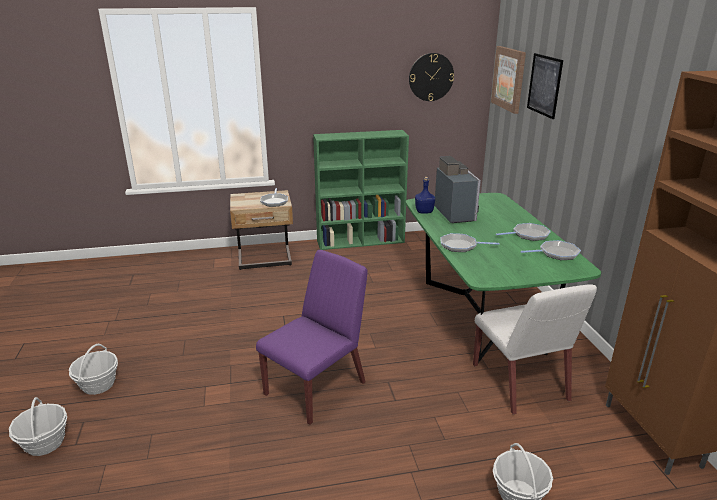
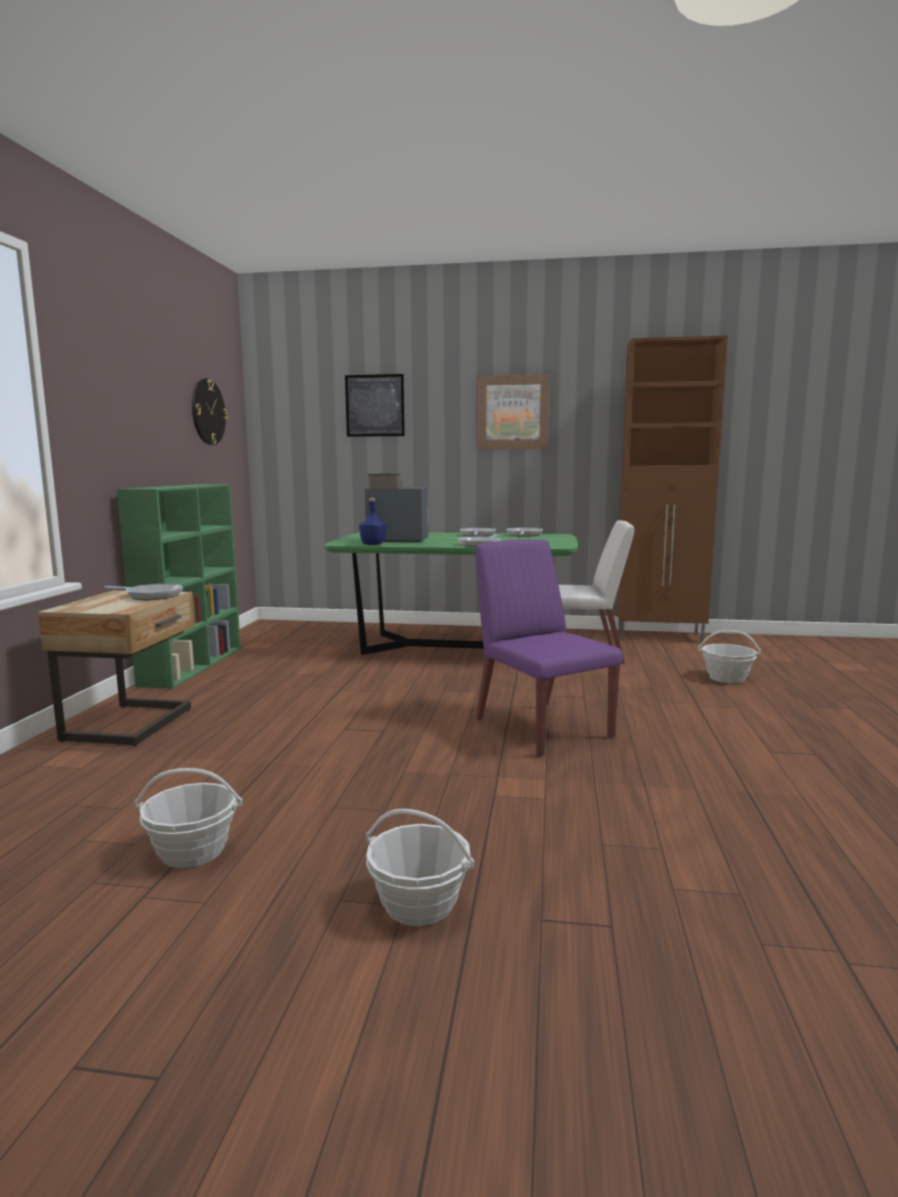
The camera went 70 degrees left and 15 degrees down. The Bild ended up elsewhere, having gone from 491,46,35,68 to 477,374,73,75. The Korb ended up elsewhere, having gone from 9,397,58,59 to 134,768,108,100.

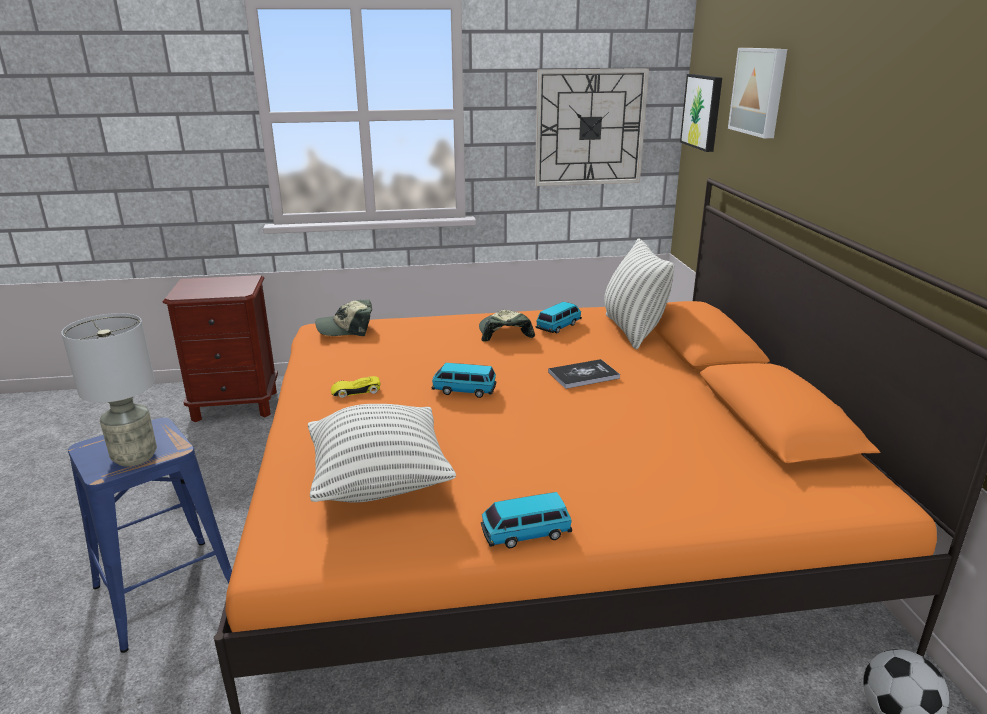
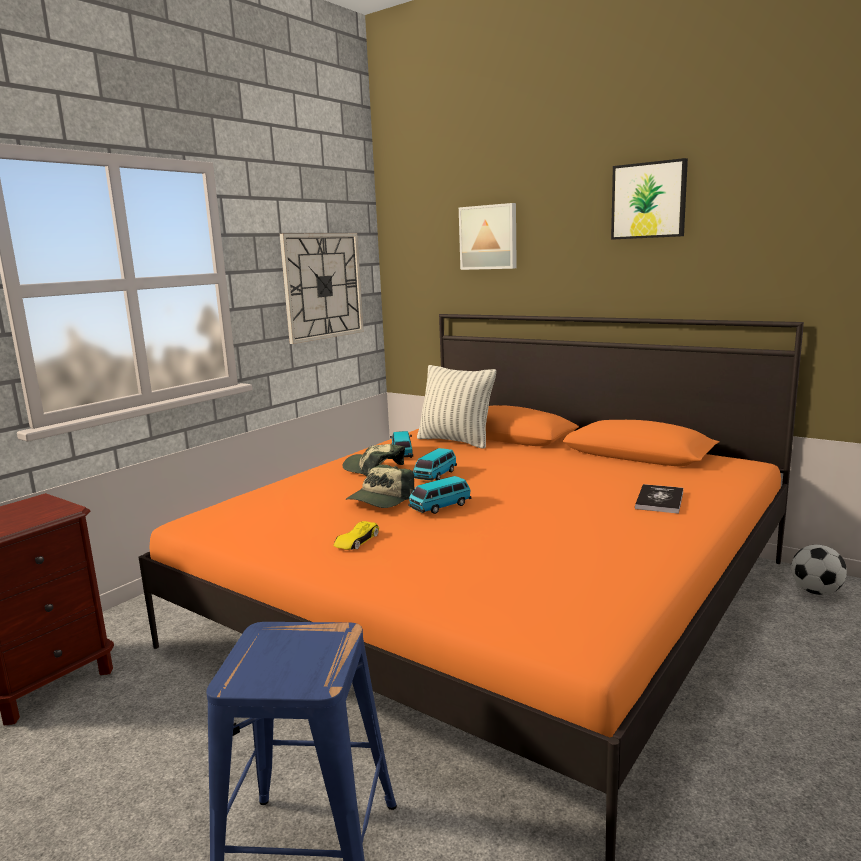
The camera went 45 degrees left and 10 degrees down. The Bild ended up elsewhere, having gone from 680,74,42,78 to 611,158,77,82. The Kappe ended up elsewhere, having gone from 315,300,57,36 to 346,464,68,44. The second view lost the Tischlampe (grau) at 61,313,96,154. The Buch ended up elsewhere, having gone from 548,359,72,30 to 635,484,48,30. The second view lost the Kissen at 308,404,148,98. The Spielzeugauto ended up elsewhere, having gone from 481,492,91,56 to 413,448,44,33.

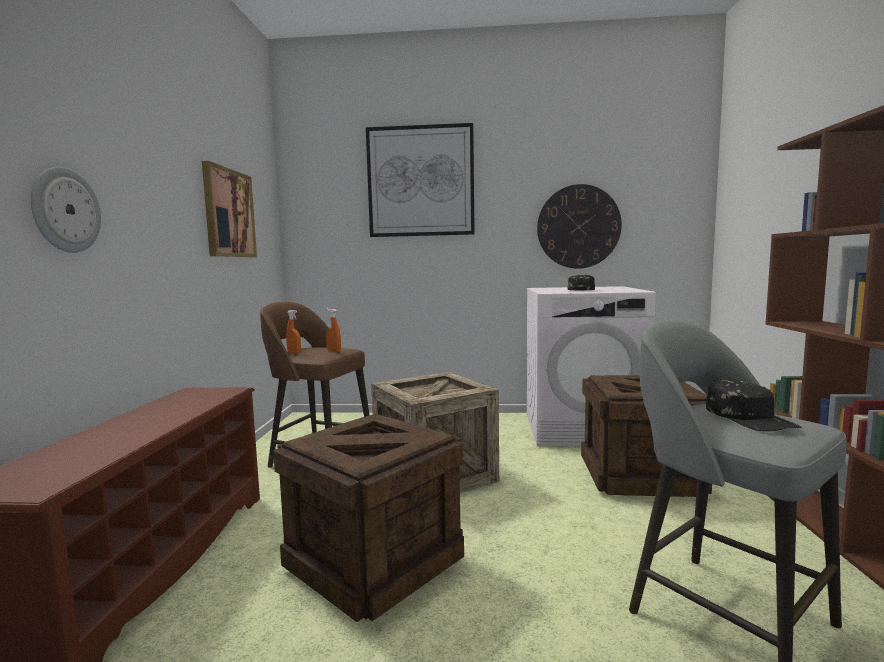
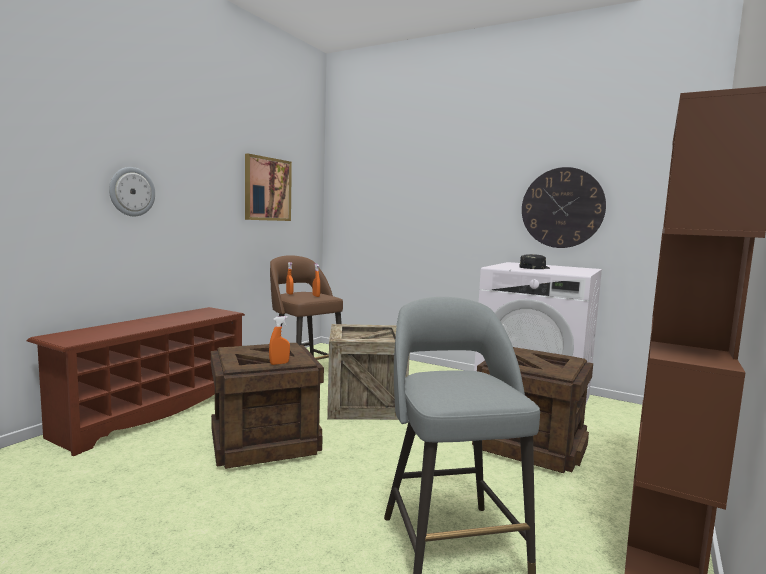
The camera went 25 degrees right and 0 degrees up. The second view lost the Bild at 366,123,109,114. The second view lost the Kappe (schwarz) at 706,379,96,52. The second view gained the Sprühflasche (orange) at 269,316,21,49.

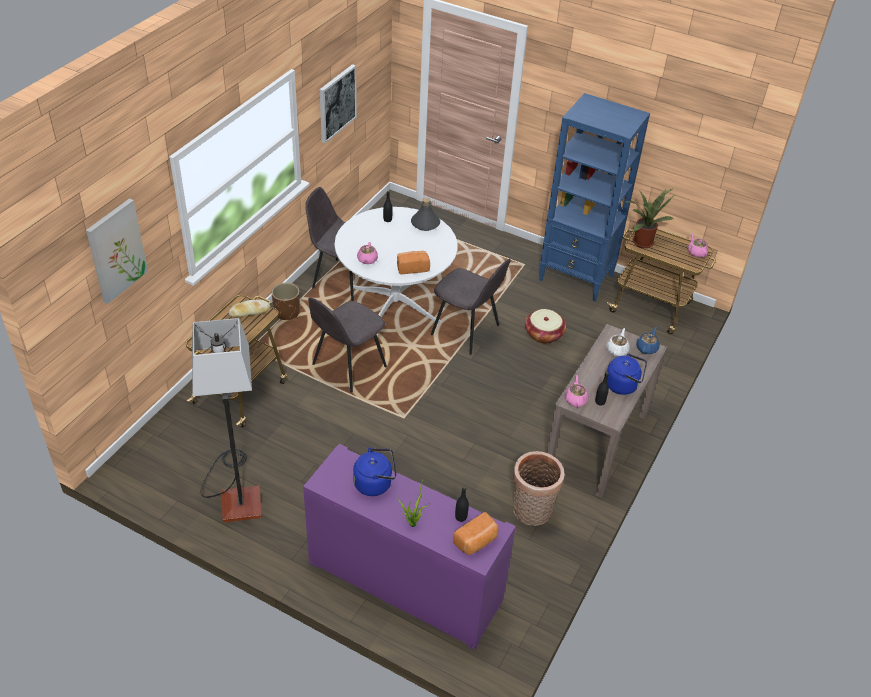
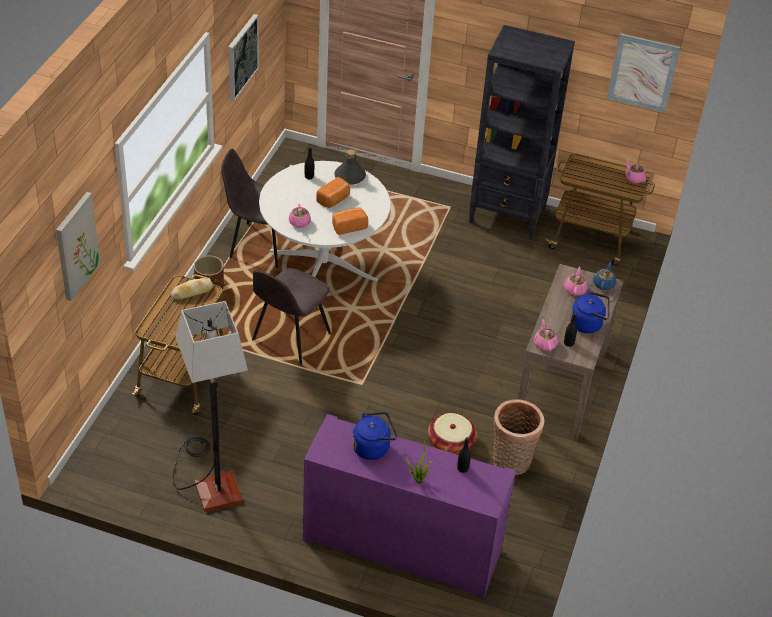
The camera went 10 degrees left and 0 degrees up. What was the Bücherregal (blau) at 539,93,111,209 turned into the Bücherregal (schwarz) at 469,25,106,214. The second view lost the Topfpflanze at 625,189,50,59. The second view lost the Stuhl (grau) at 431,259,79,96. The Korb ended up elsewhere, having gone from 525,309,41,35 to 428,413,49,42. What was the Teekanne (weiß) at 606,328,24,28 turned into the Teekanne (rosa) at 564,266,24,30. The Brot ended up elsewhere, having gone from 453,512,45,43 to 316,177,34,31. The second view gained the Bild at 607,33,73,80.

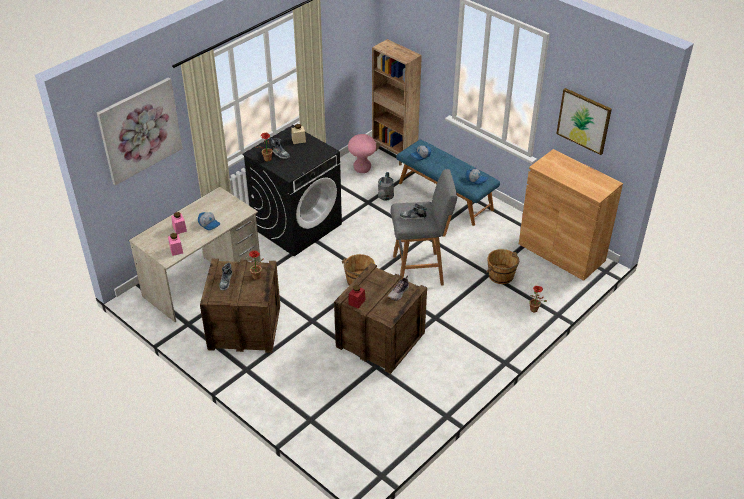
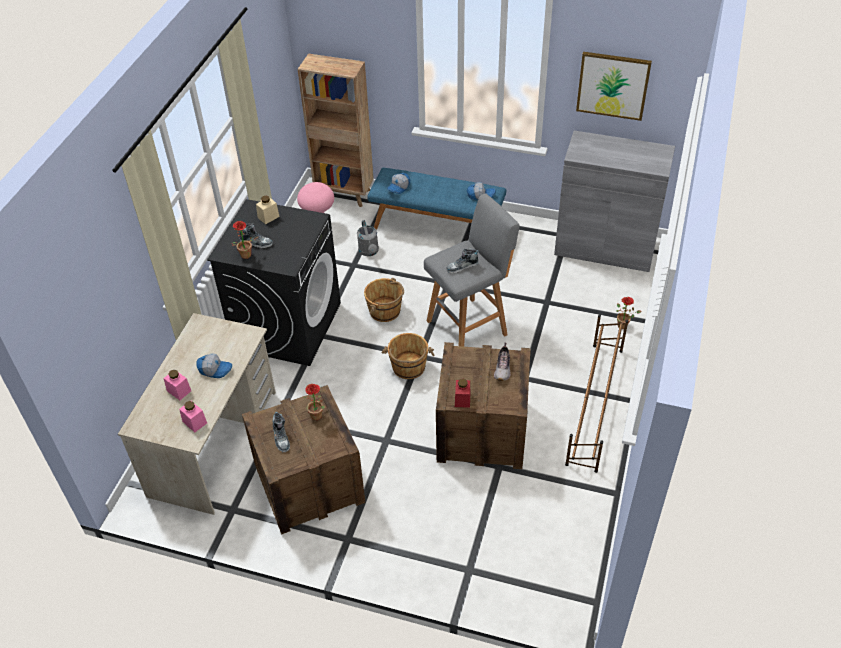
The camera went 25 degrees left and 5 degrees up. The second view lost the Bild at 97,77,85,108. What was the Schrank (braun) at 519,149,104,132 turned into the Schrank (grau) at 554,131,121,141. The Eimer (braun) ended up elsewhere, having gone from 486,249,33,35 to 364,278,40,44. The second view gained the Schuhregal (braun) at 565,314,63,159.

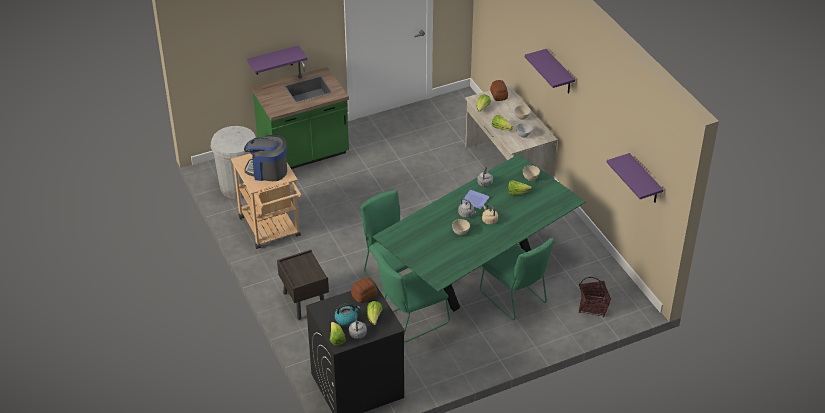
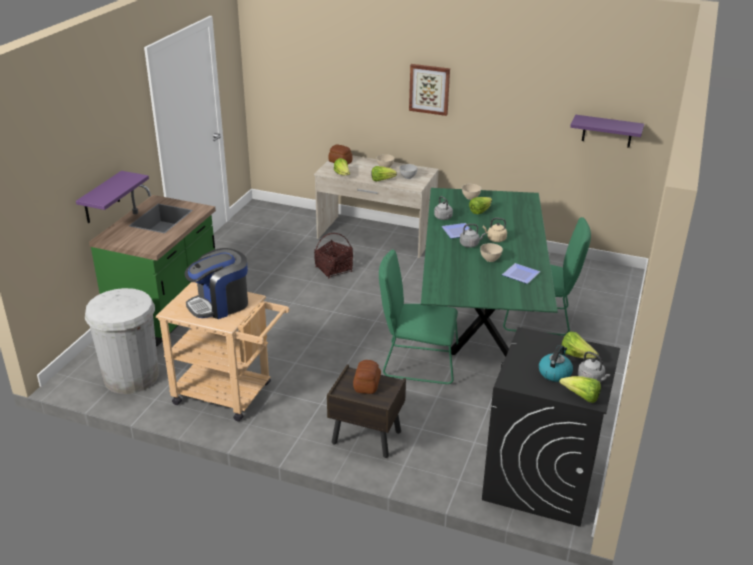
The camera went 45 degrees left and 10 degrees down. Where the Wandregal (lila) hung at 525,49,50,44, the Bild came to hang at 409,64,41,52. The second view lost the Stuhl (grün) at 377,252,73,91. The Korb ended up elsewhere, having gone from 579,277,32,40 to 314,233,39,45. The Brot ended up elsewhere, having gone from 351,278,26,25 to 353,360,28,34. The second view gained the Teller at 502,263,38,21.

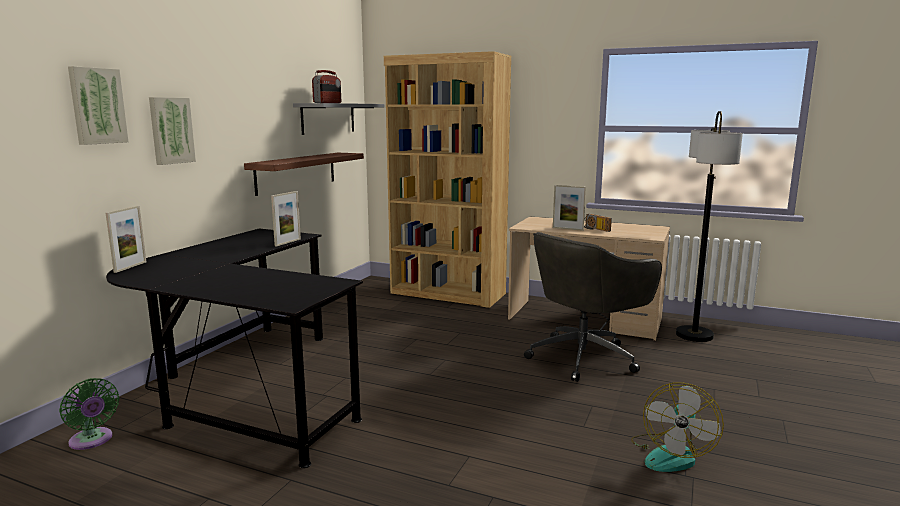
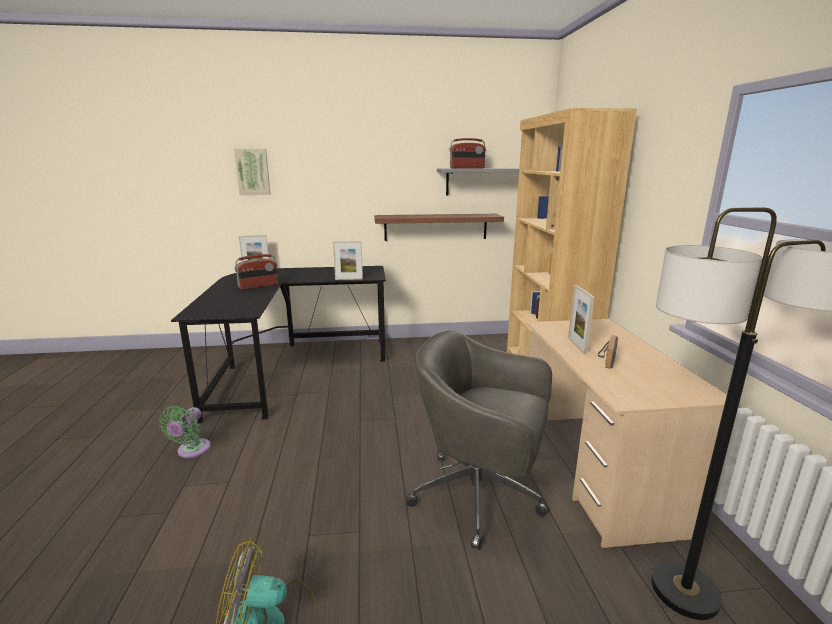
The camera went 60 degrees right and 5 degrees up. The second view lost the Bild at 149,97,47,68. The Ventilator (grün) ended up elsewhere, having gone from 59,378,60,72 to 159,406,52,52. The second view gained the Radio at 235,254,43,36.

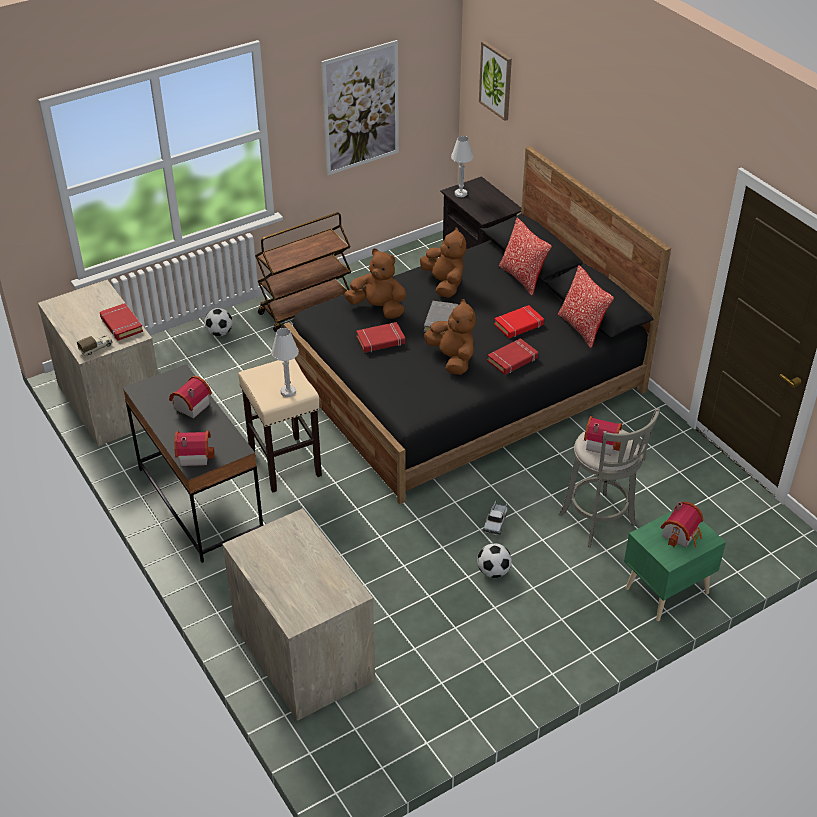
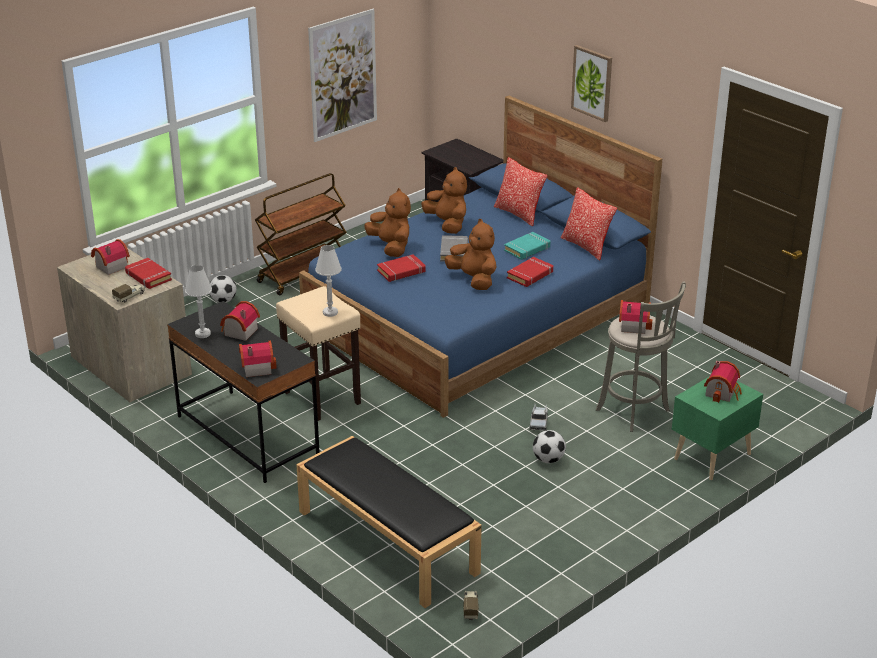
The camera went 10 degrees left and 10 degrees down. The Bild ended up elsewhere, having gone from 479,41,33,80 to 571,45,41,77. The Tischlampe (weiß) ended up elsewhere, having gone from 451,136,22,61 to 185,265,27,73. What was the Bett (schwarz) at 284,146,387,358 turned into the Bett (blau) at 299,96,363,322. The Plüschtier (braun) at 344,248,62,71 ended up facing another way, 45 degrees clockwise from before. What was the Buch (rot) at 494,305,50,33 turned into the Buch (türkis) at 504,232,46,28. Where the Kommode stood at 222,508,153,213, the Bank (schwarz) came to stand at 296,436,186,172. The second view gained the Spielzeughaus at 91,239,39,36. The second view gained the Spielzeuglaster at 463,591,16,29.

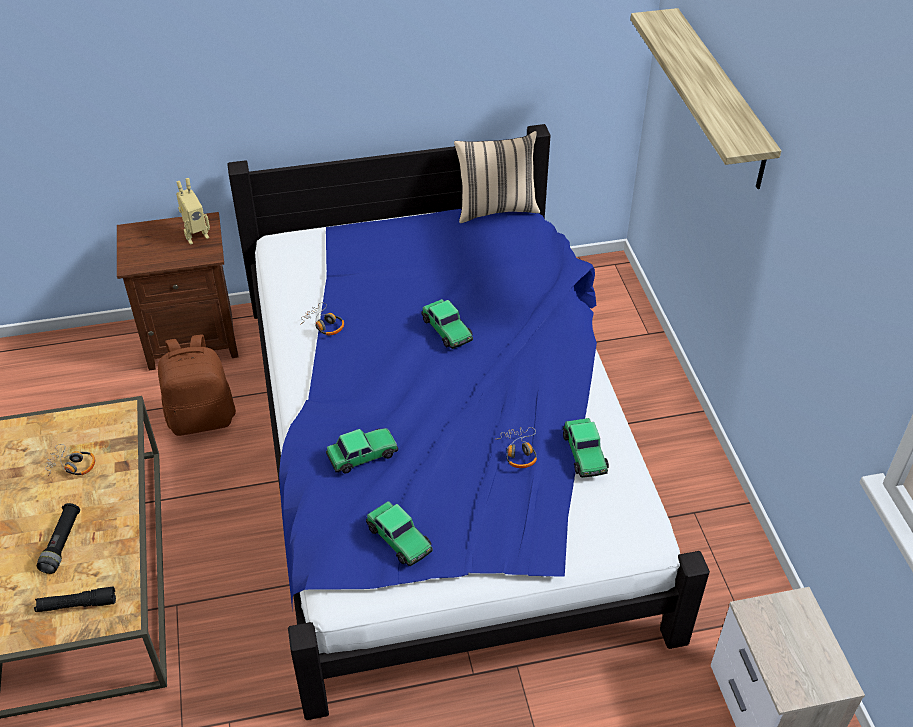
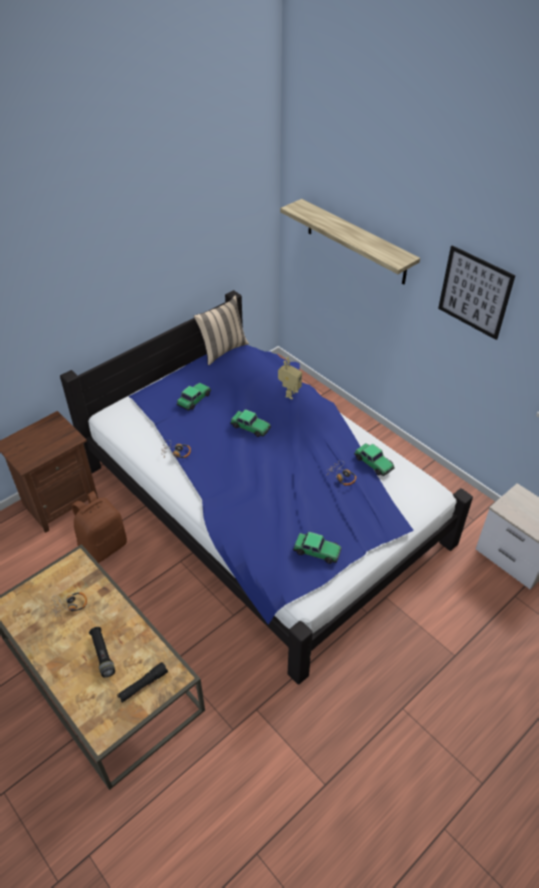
The camera went 30 degrees left and 0 degrees up. The Spielzeugroboter ended up elsewhere, having gone from 176,178,34,67 to 278,357,24,42. The Spielzeugauto ended up elsewhere, having gone from 326,428,72,45 to 177,383,34,28. The second view gained the Bild at 438,245,77,95.

